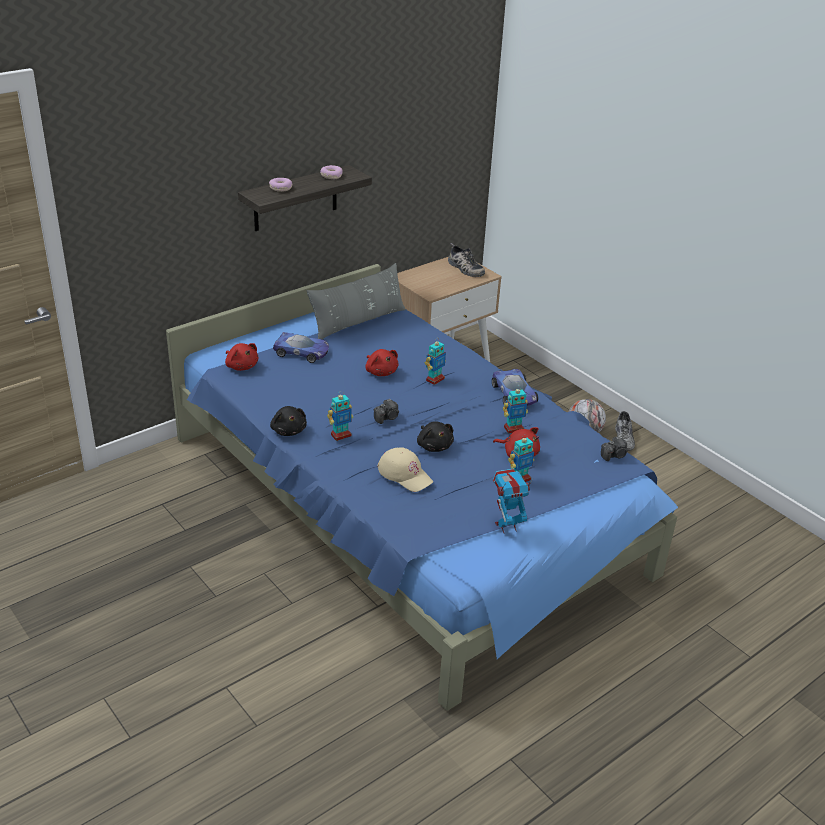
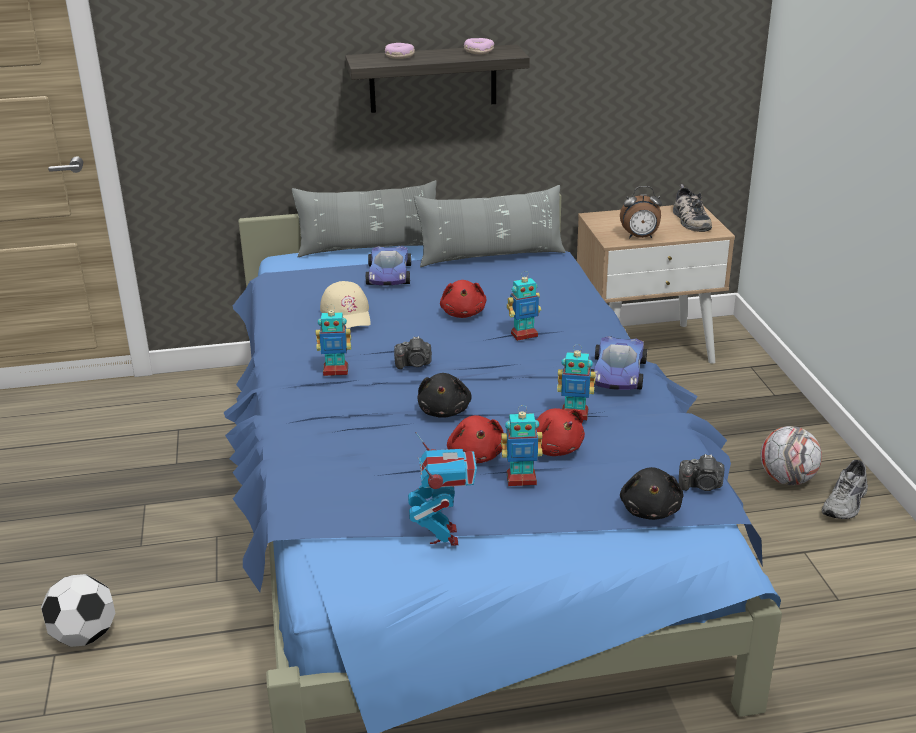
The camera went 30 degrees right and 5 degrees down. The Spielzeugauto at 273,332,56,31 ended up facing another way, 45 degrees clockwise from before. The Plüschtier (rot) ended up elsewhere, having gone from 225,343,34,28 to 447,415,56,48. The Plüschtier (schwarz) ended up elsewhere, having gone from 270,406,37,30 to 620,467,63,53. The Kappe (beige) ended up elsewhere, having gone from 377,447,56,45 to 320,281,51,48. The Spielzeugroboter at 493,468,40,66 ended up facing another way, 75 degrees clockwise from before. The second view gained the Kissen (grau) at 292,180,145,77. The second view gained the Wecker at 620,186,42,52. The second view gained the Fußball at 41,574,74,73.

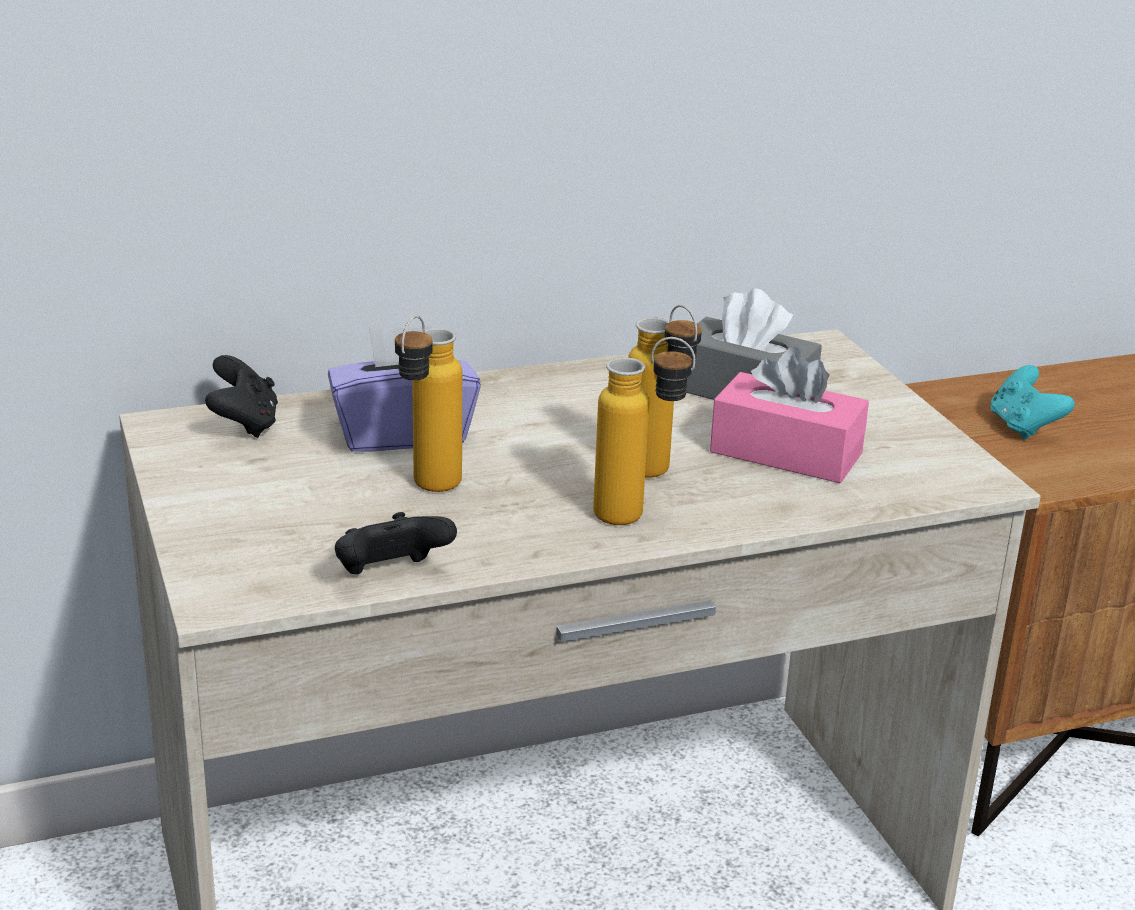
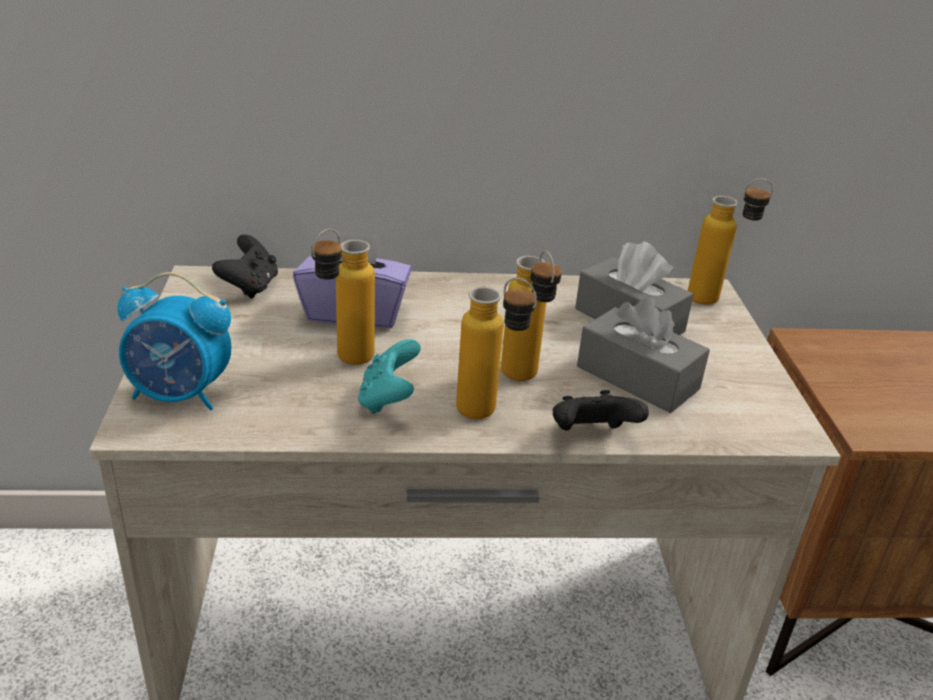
The camera went 15 degrees right and 5 degrees up. What was the Taschentuchbox (rosa) at 710,347,159,136 turned into the Taschentuchbox (grau) at 577,297,133,116. The Gamepad (türkis) ended up elsewhere, having gone from 990,365,85,75 to 358,339,63,75. The Gamepad (schwarz) ended up elsewhere, having gone from 335,512,122,62 to 553,390,96,41. The second view gained the Flasche at 688,178,85,127. The second view gained the Wecker at 118,272,114,138.

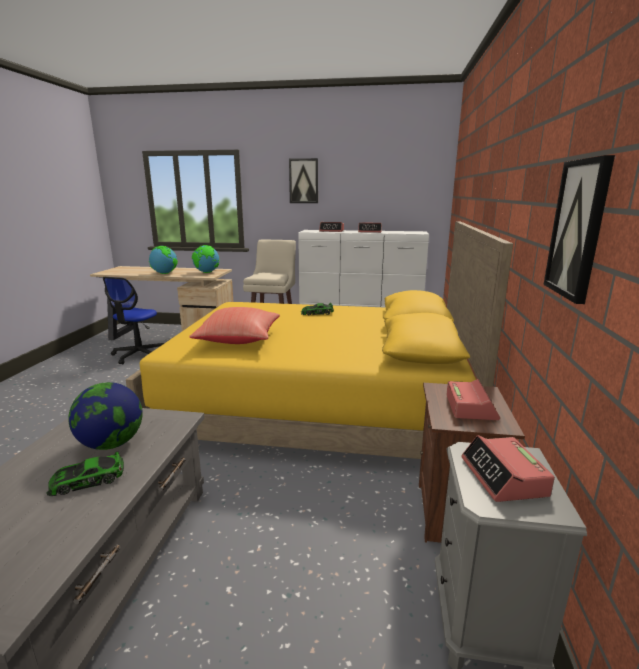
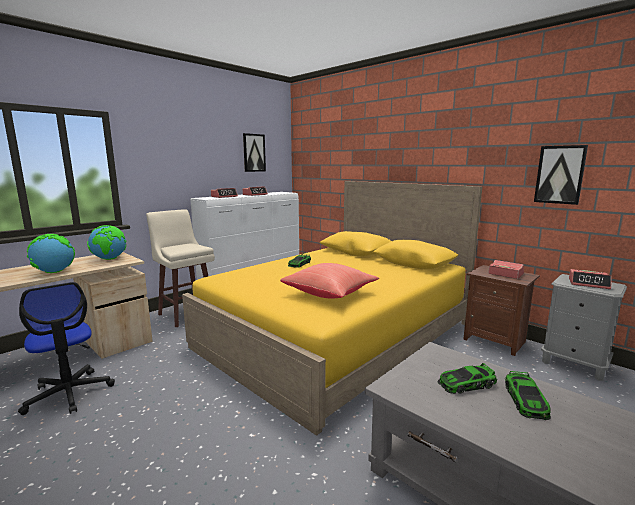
The camera went 55 degrees left and 5 degrees down. The Bild ended up elsewhere, having gone from 289,158,29,45 to 243,133,23,39. Where the Globus stood at 68,382,75,68, the Spielzeugauto came to stand at 438,363,59,31.

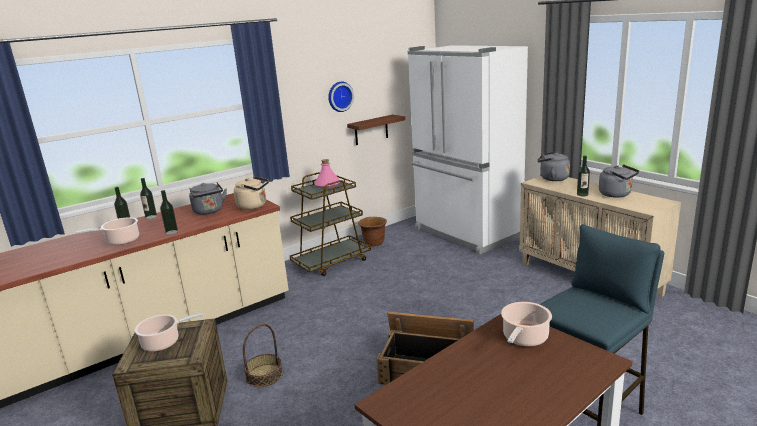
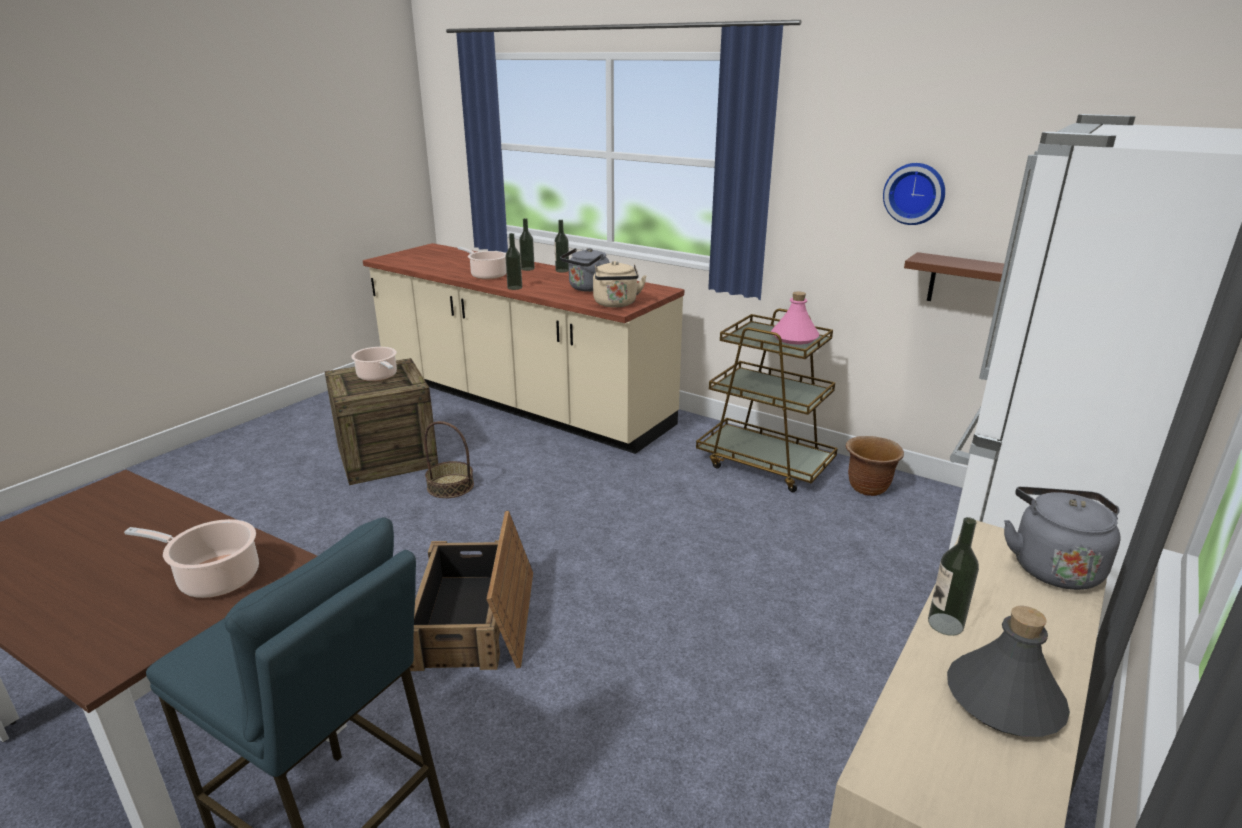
The camera went 70 degrees right and 5 degrees up. Where the Wasserkessel (grau) stood at 599,165,40,33, the Flasche (grau) came to stand at 947,606,123,131.

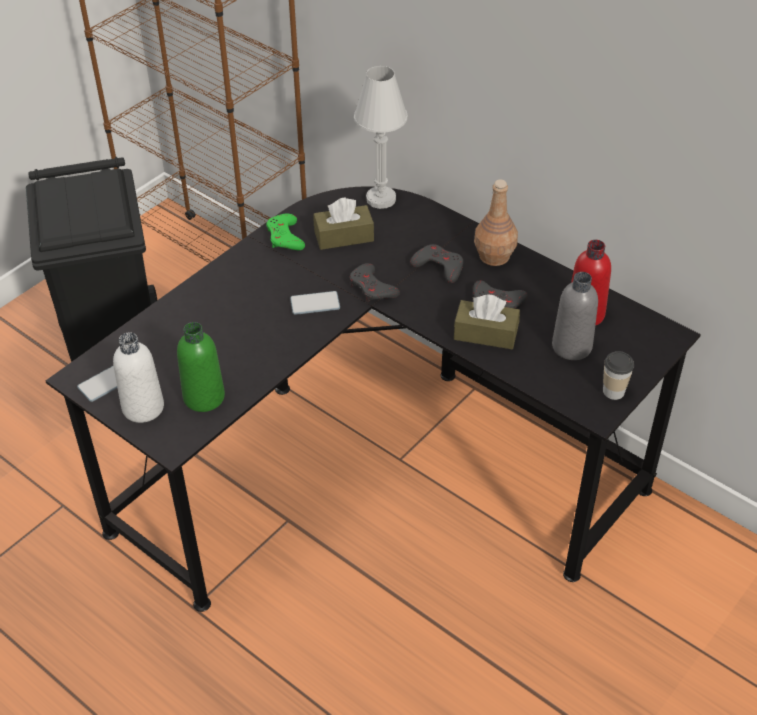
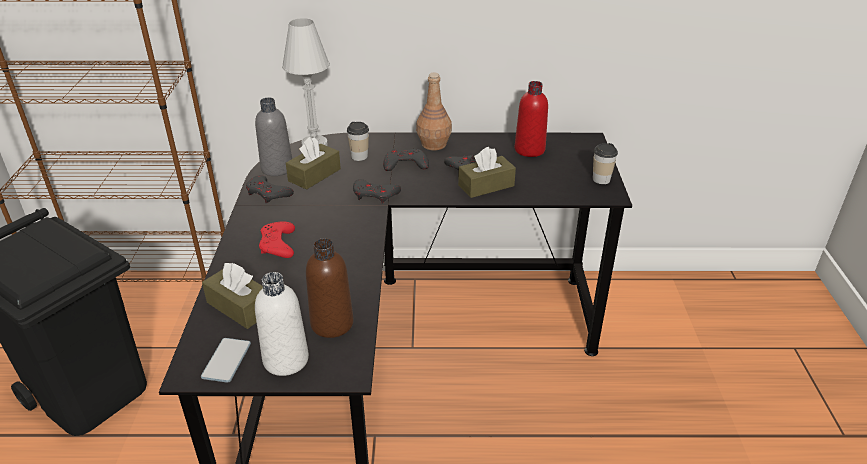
The camera went 40 degrees left and 10 degrees down. What was the Gamepad (grün) at 266,214,39,36 turned into the Gamepad (grau) at 246,175,48,28. The Flasche (grau) ended up elsewhere, having gone from 552,272,46,88 to 255,98,37,78. The second view lost the Handy at 290,291,50,24. What was the Flasche (grün) at 177,322,48,90 turned into the Flasche (braun) at 306,238,48,100. The second view gained the Tasse at 347,122,22,39. The second view gained the Gamepad (rot) at 259,221,36,37. The second view gained the Taschentuchbox (braun) at 202,263,61,66.

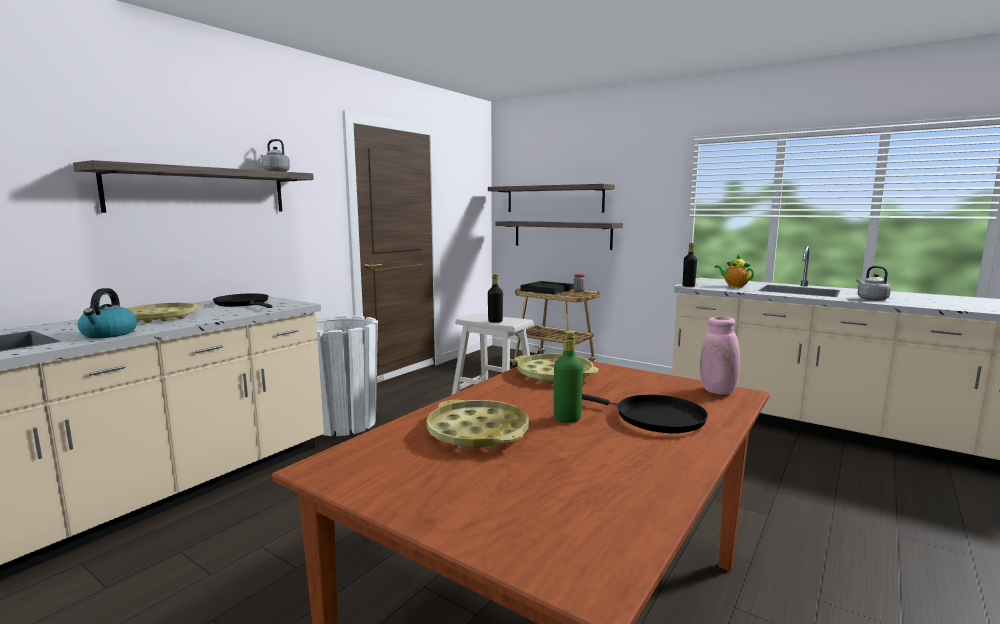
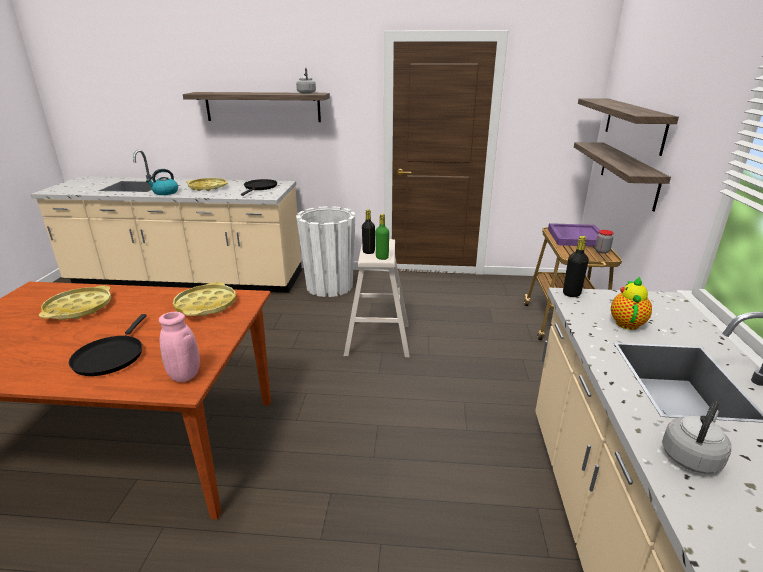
The camera went 60 degrees right and 15 degrees up. What was the Tablett (schwarz) at 520,281,54,13 turned into the Tablett (lila) at 548,223,52,24. The Flasche (grün) ended up elsewhere, having gone from 554,331,29,92 to 375,214,14,46.

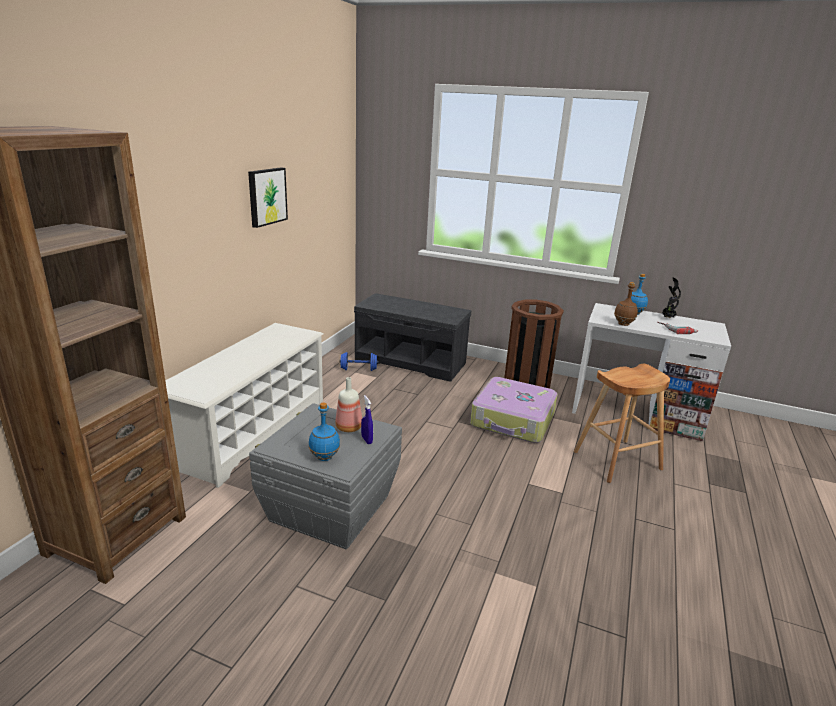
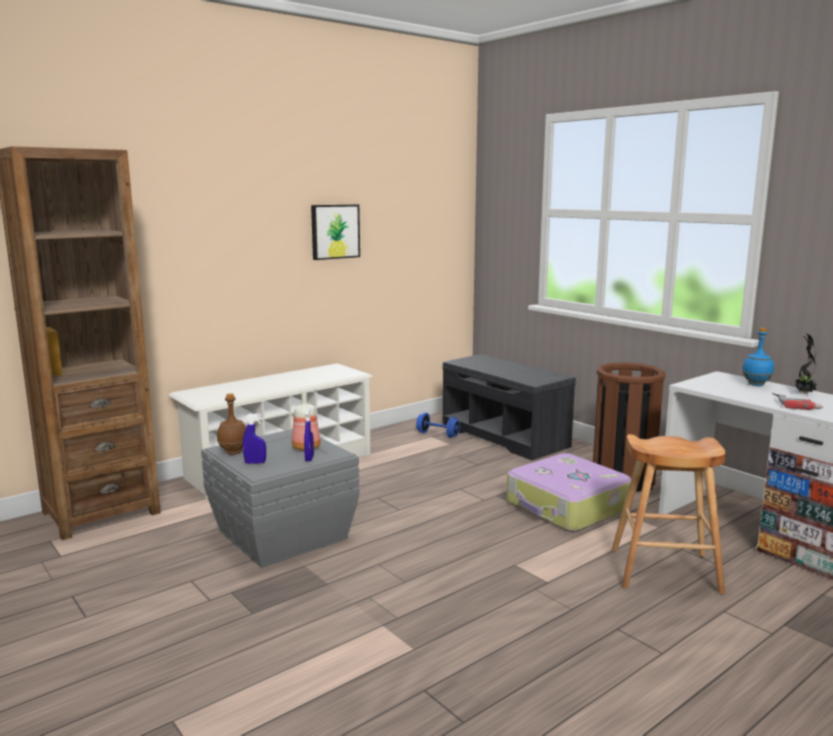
The camera went 30 degrees right and 10 degrees down. The Flasche (braun) ended up elsewhere, having gone from 614,282,24,44 to 217,393,29,61. Where the Flasche (blau) stood at 309,402,31,59, the Sprühflasche (blau) came to stand at 243,413,23,51.

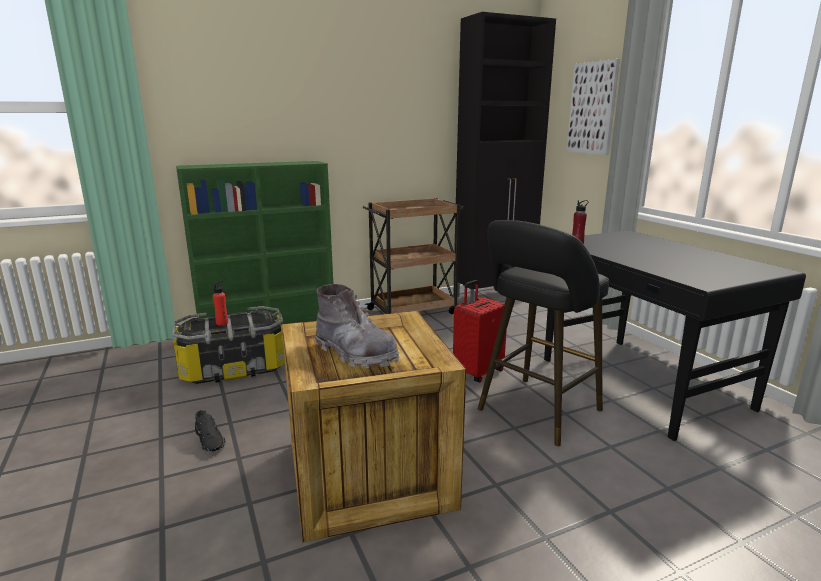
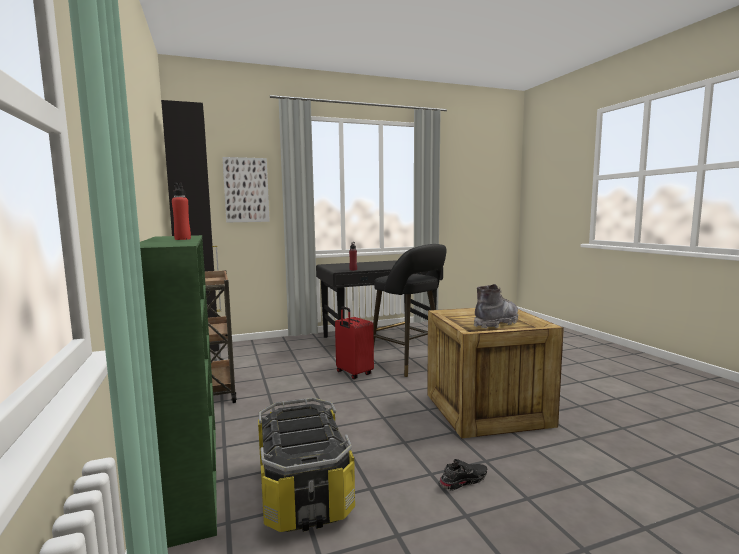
The camera went 85 degrees left and 10 degrees down. The Flasche (rot) ended up elsewhere, having gone from 213,281,15,45 to 172,183,19,57.

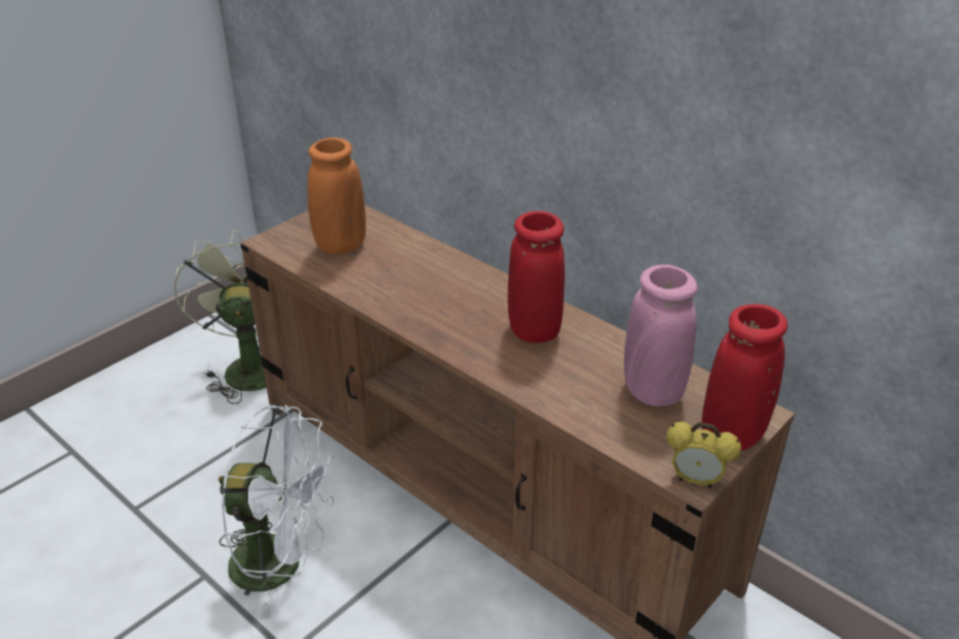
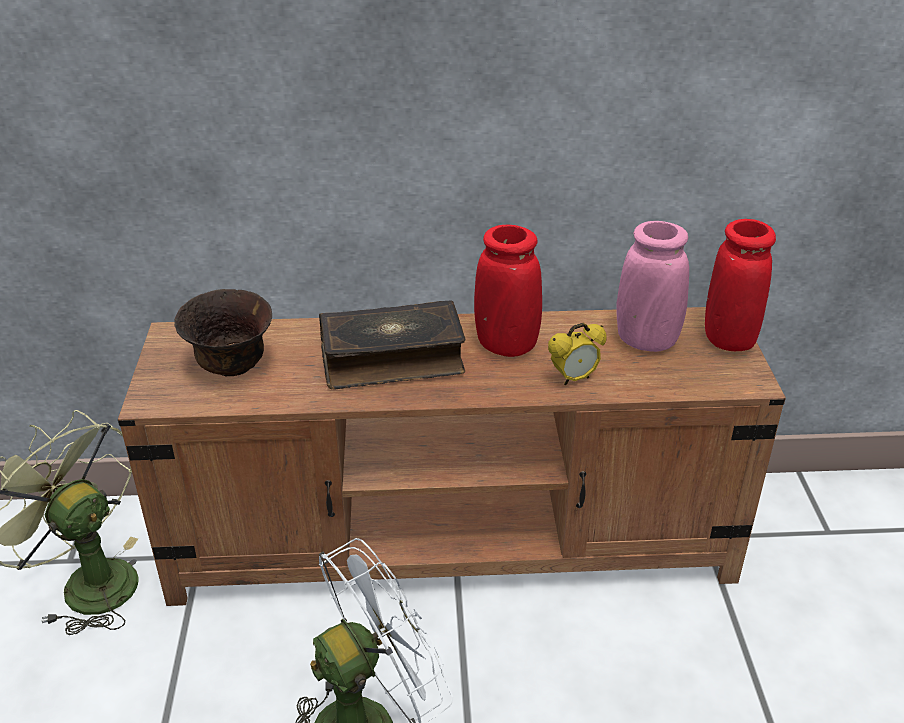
The camera went 45 degrees left and 0 degrees up. Where the Vase (orange) stood at 307,138,59,116, the Schüssel (braun) came to stand at 174,289,98,87. The Wecker ended up elsewhere, having gone from 666,422,75,67 to 548,323,59,62. The second view gained the Buch at 319,300,146,89.

